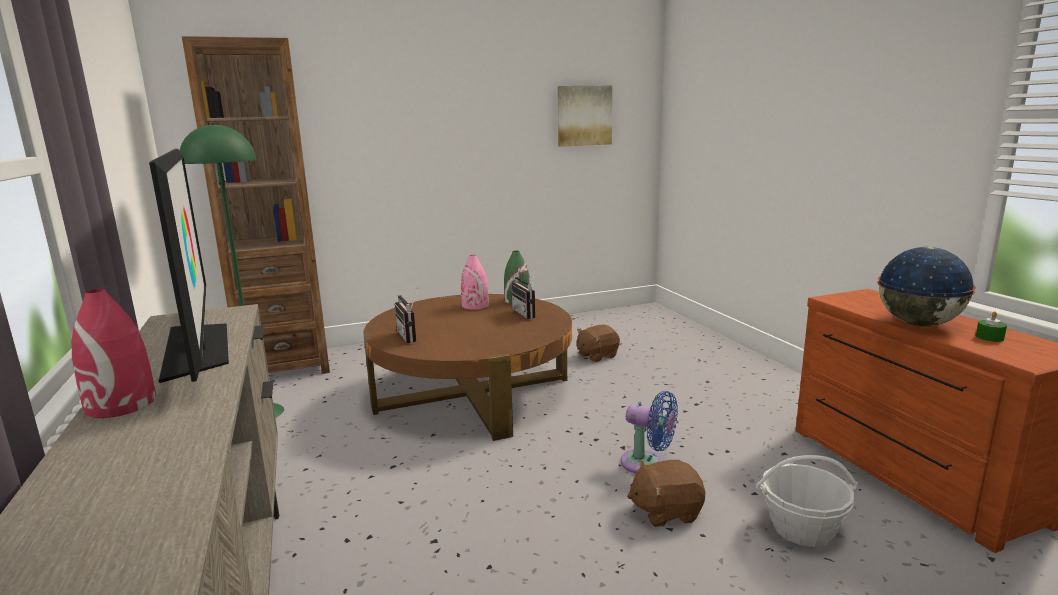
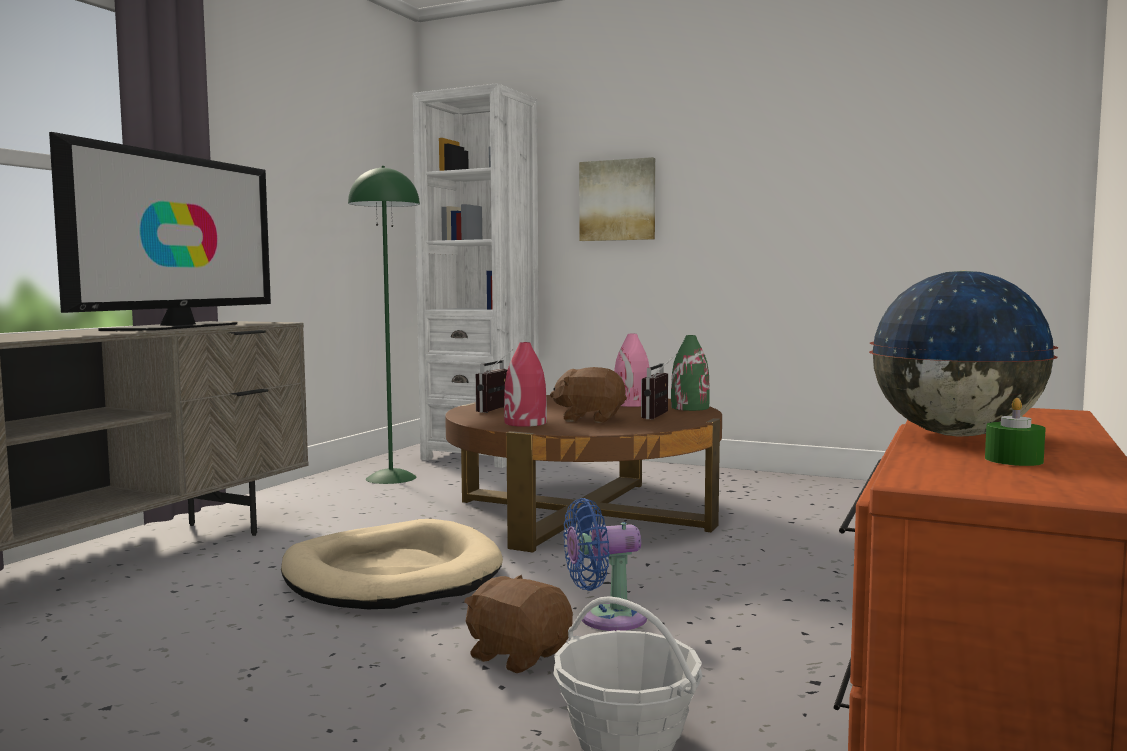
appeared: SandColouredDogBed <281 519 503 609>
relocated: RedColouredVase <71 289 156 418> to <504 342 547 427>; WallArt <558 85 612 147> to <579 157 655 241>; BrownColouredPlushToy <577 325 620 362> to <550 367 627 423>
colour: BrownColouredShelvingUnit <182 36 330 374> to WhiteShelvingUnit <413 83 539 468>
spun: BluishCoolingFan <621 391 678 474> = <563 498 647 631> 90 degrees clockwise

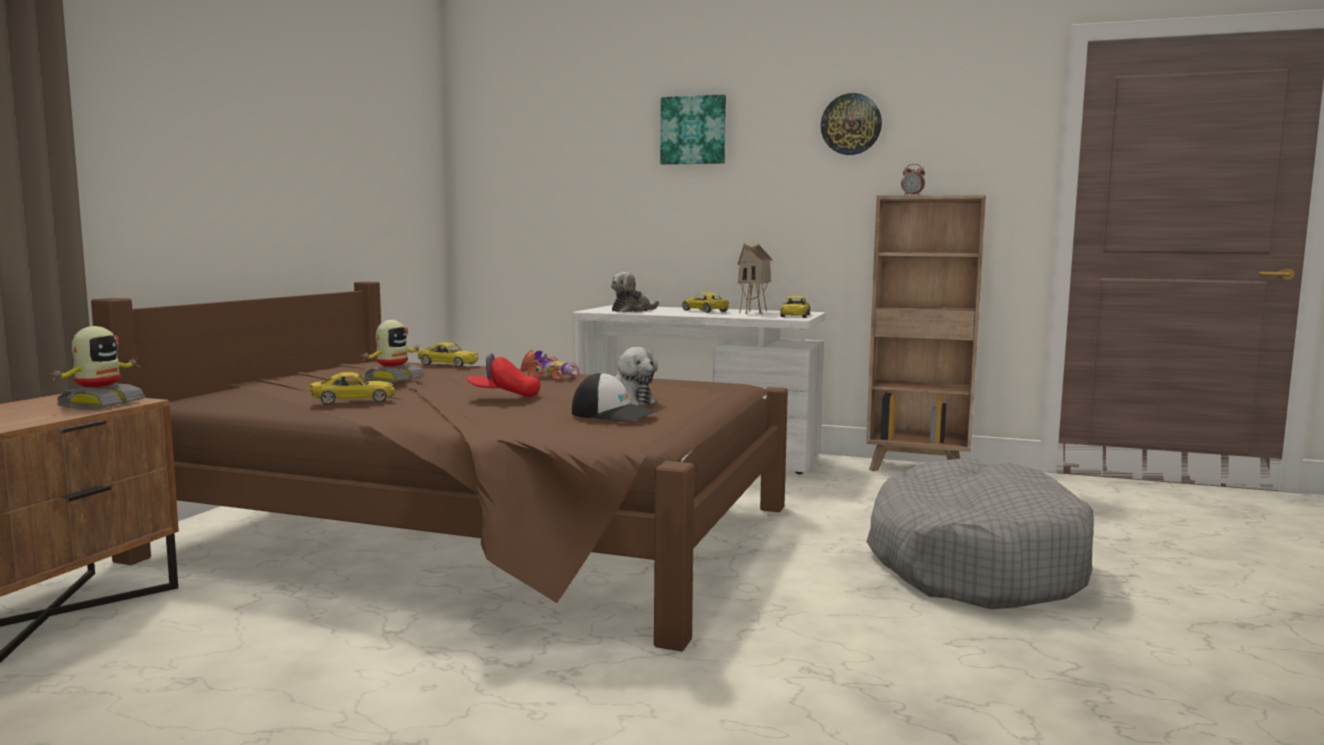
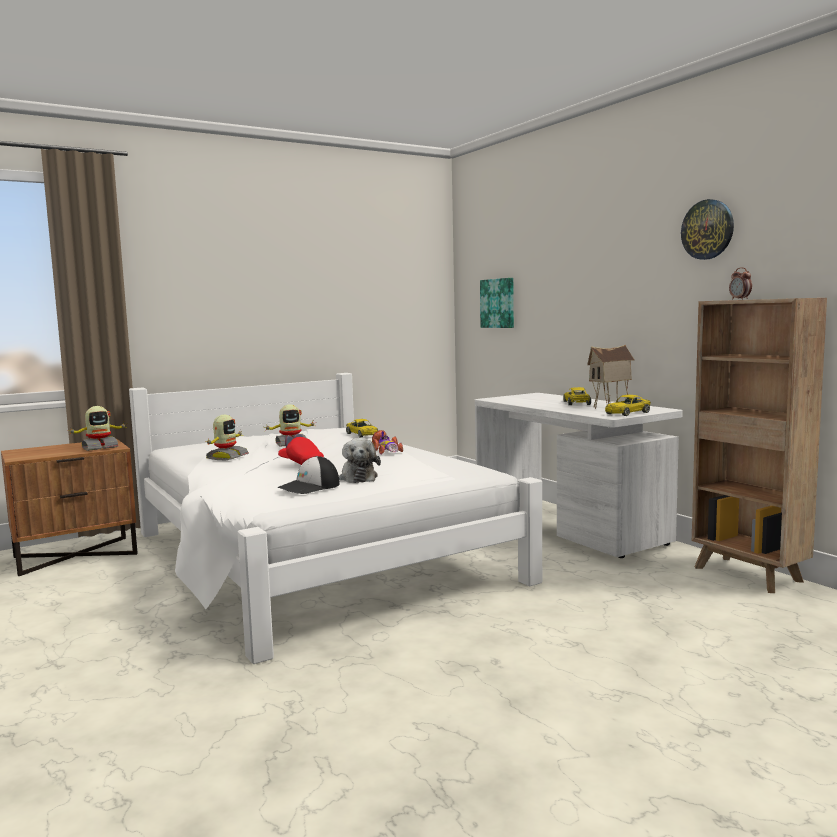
missing: PlushToy <611 272 659 312>; GrayDogBed <866 458 1094 609>
relocated: WallArt <660 94 726 165> to <480 278 514 328>
exchanged: YellowModelCar <310 372 395 405> to RobotFigure <206 414 249 460>
colour: BrownColouredSleepingBed <91 281 788 651> to WhiteSleepingBed <129 373 542 664>
spun: Cap <572 372 657 422> = <277 456 340 494> 75 degrees clockwise

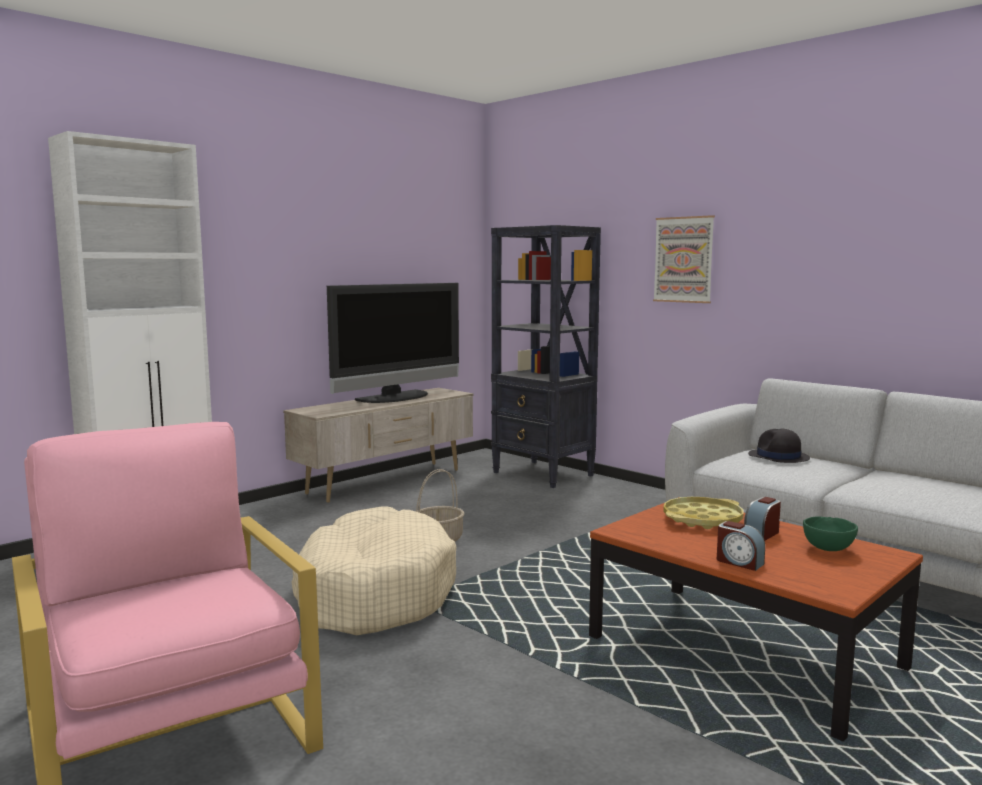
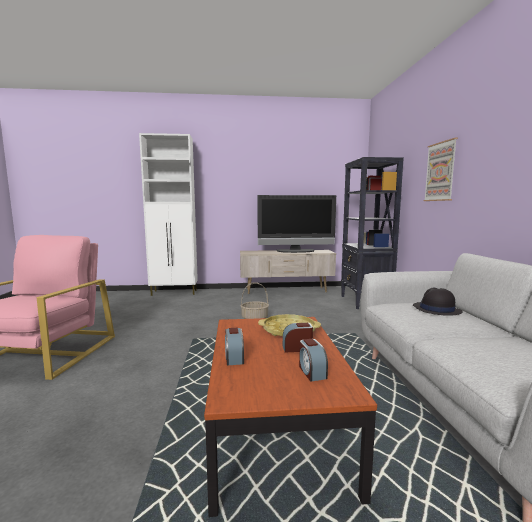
missing: SandColouredDogBed <291 506 456 635>
exchanged: GreenishBowl <803 516 858 551> to BedsideClock <299 339 328 382>

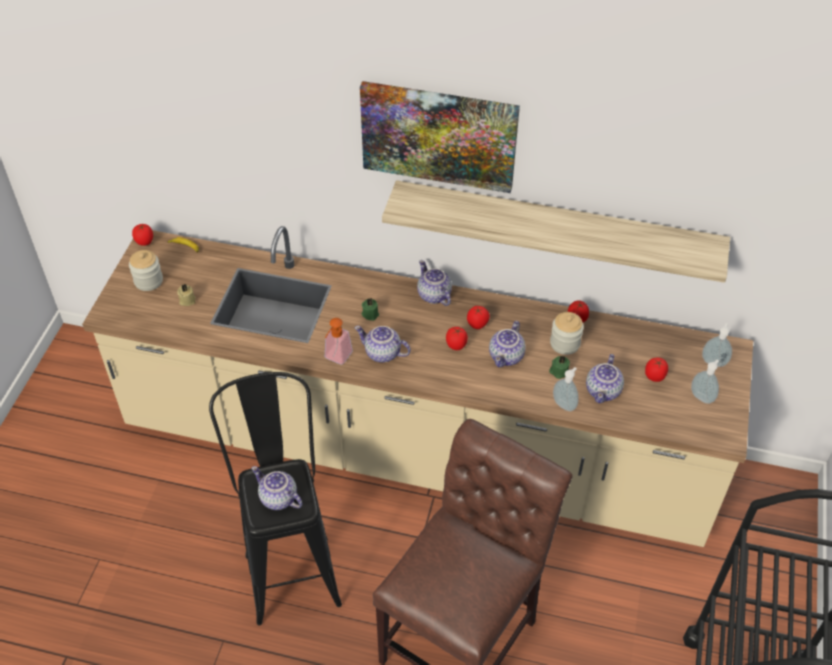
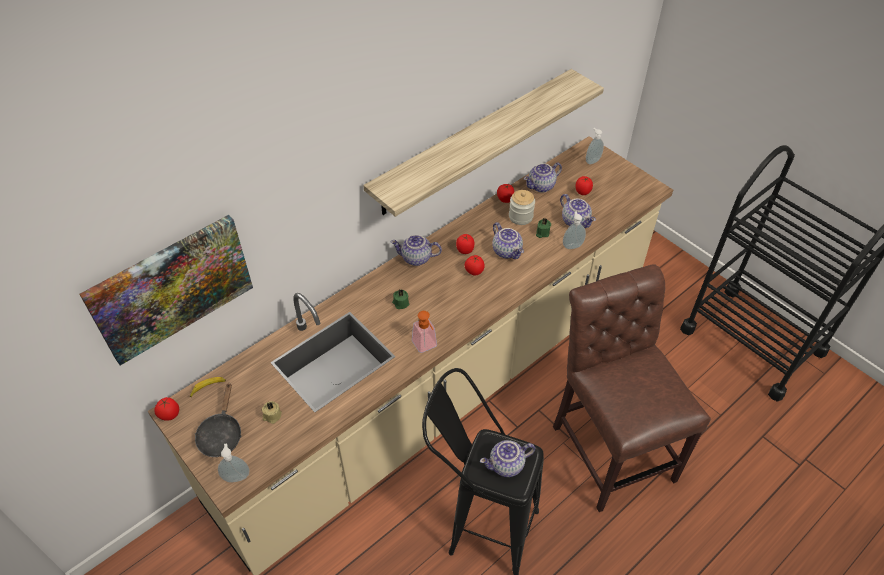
relocated: PotForTea <355 326 411 362> to <524 162 562 192>; WallArt <360 81 520 193> to <79 215 253 366>; LiquidSoapBottle <691 360 719 404> to <218 444 250 482>
exchanged: Jar <129 250 163 291> to BlackColouredSkillet <195 382 241 457>

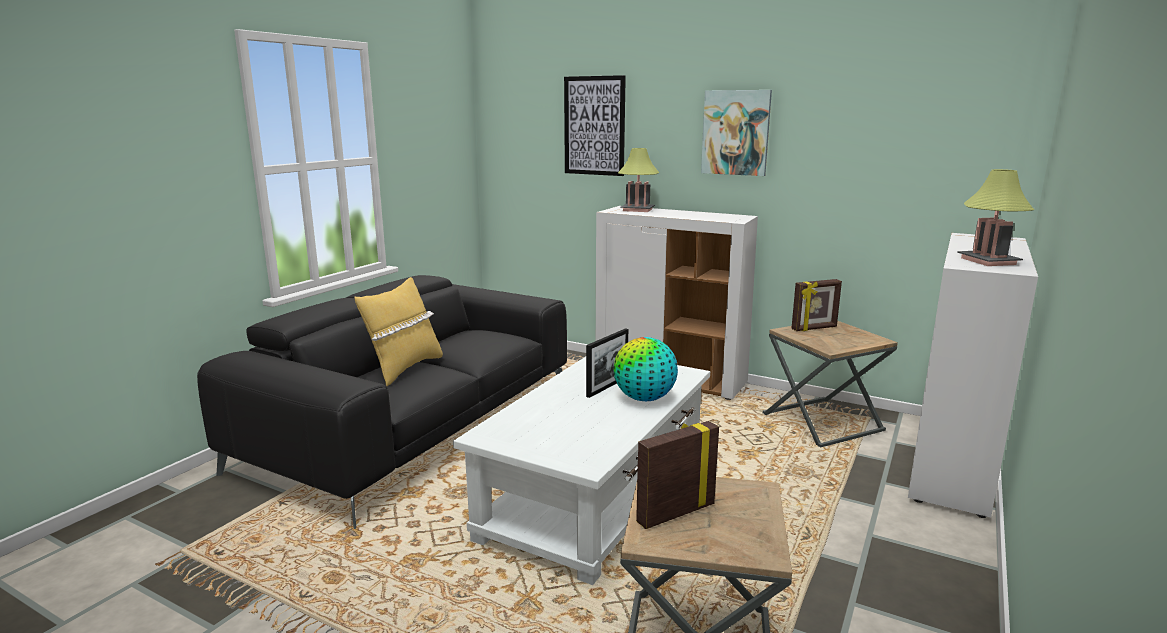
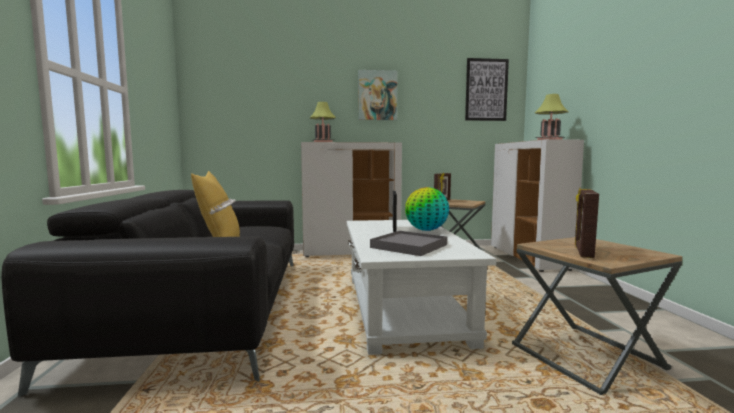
appeared: GrayCarryingTray <370 231 447 256>
relocated: WallArt <564 75 626 176> to <465 58 509 121>

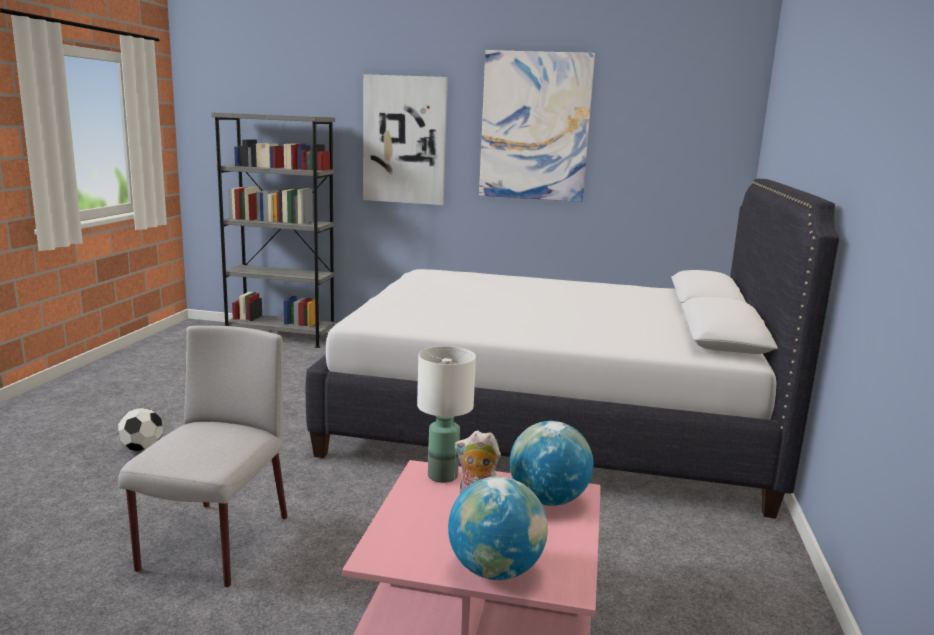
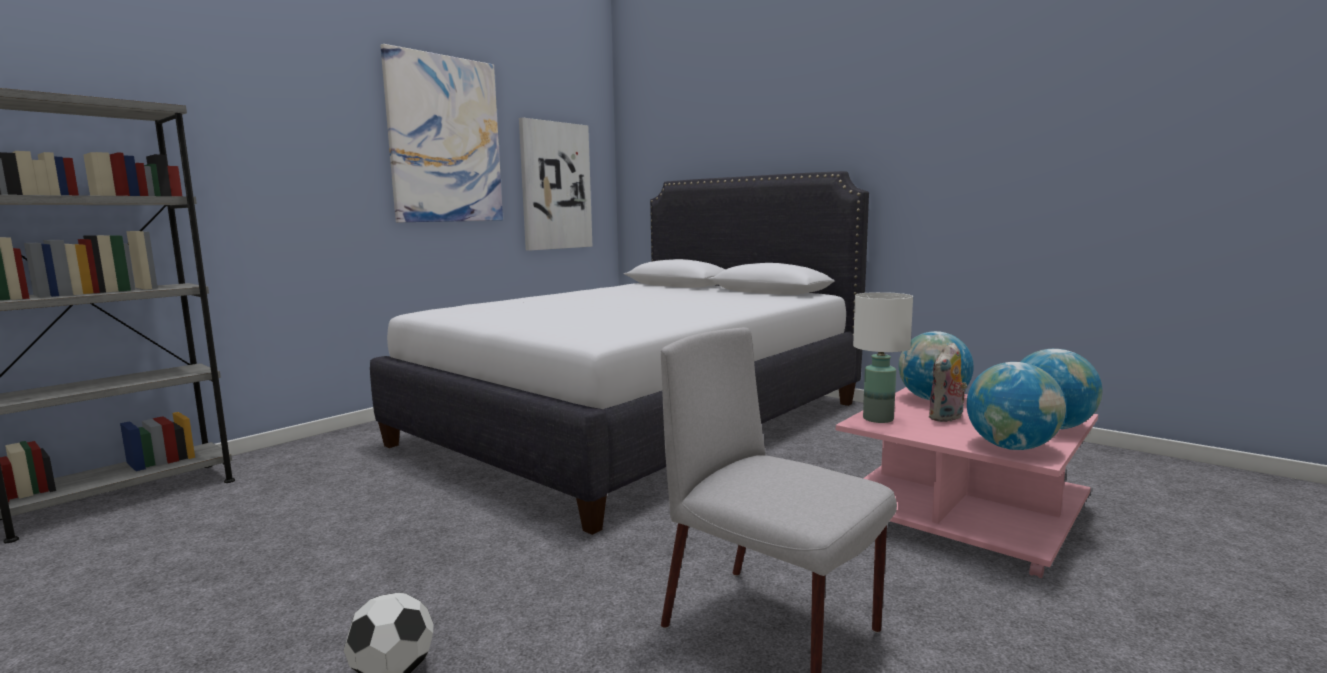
appeared: Globe <967 362 1066 450>
relocated: WallArt <363 74 448 205> to <519 117 592 251>

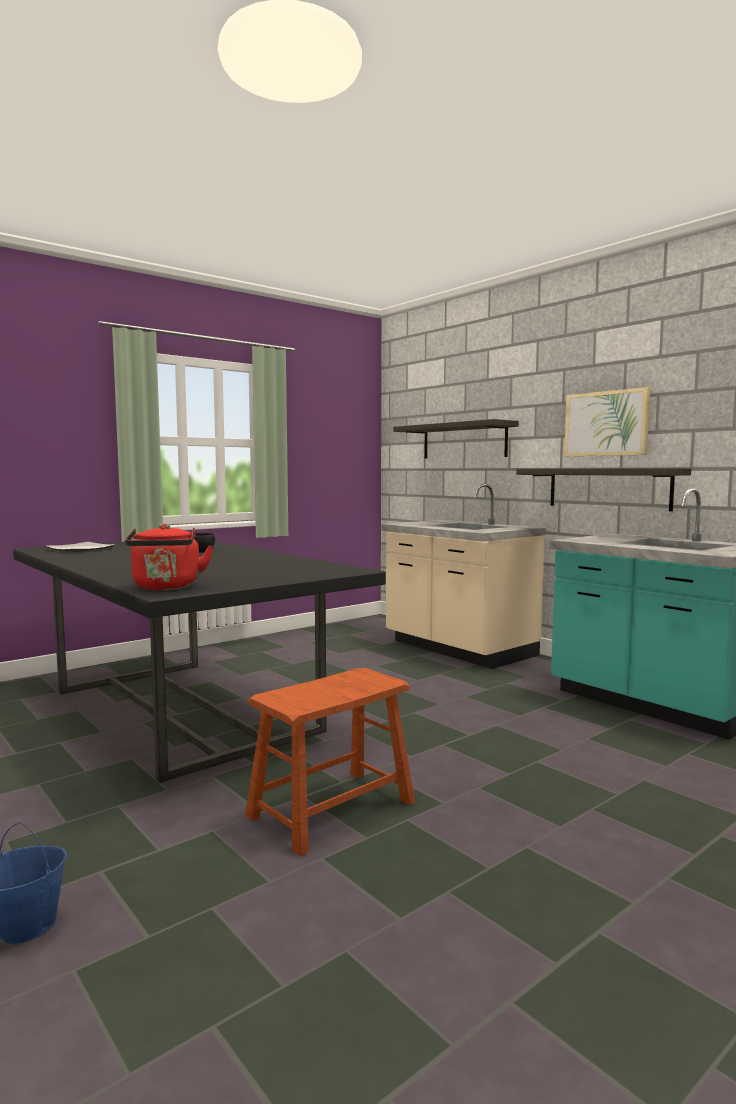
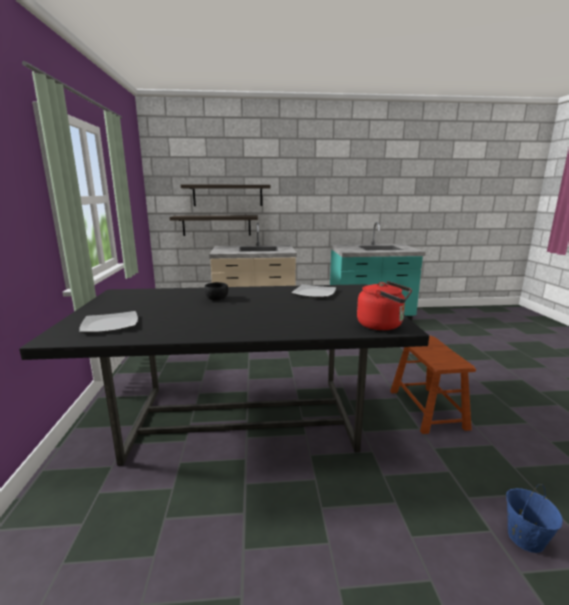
missing: WallArt <564 387 650 456>
appeared: FlatDish <291 284 336 298>
relocated: Shelf <516 468 691 511> to <170 215 258 236>

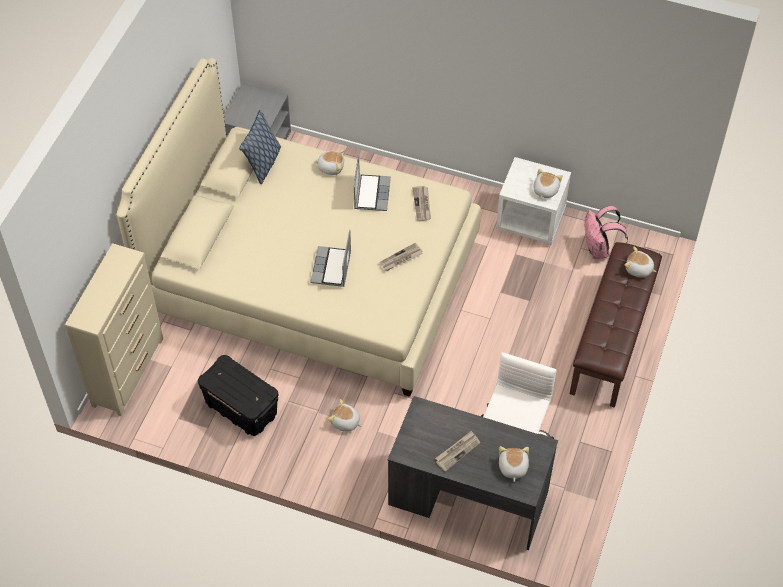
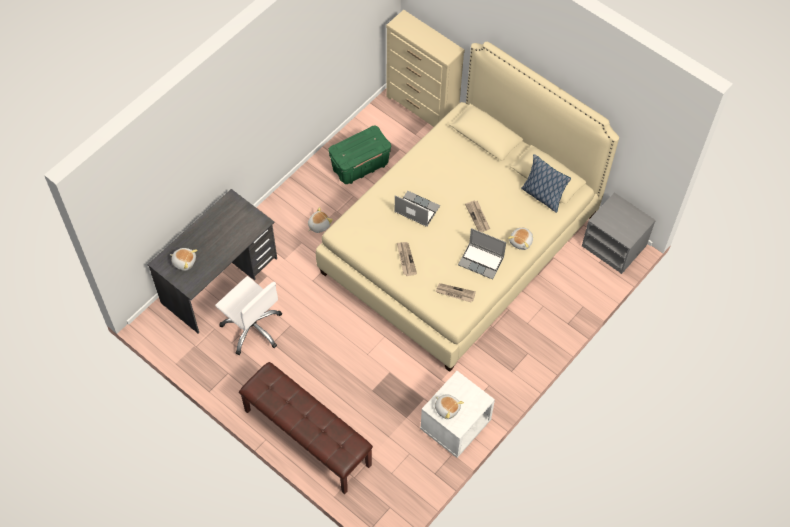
missing: PinkRucksack <584 206 628 259>; PlushToy <625 247 656 277>
relocated: Newspaper <435 431 480 472> to <465 200 490 232>
colour: BlackColouredStorageBin <198 355 278 436> to GreenishStorageBin <328 125 391 184>

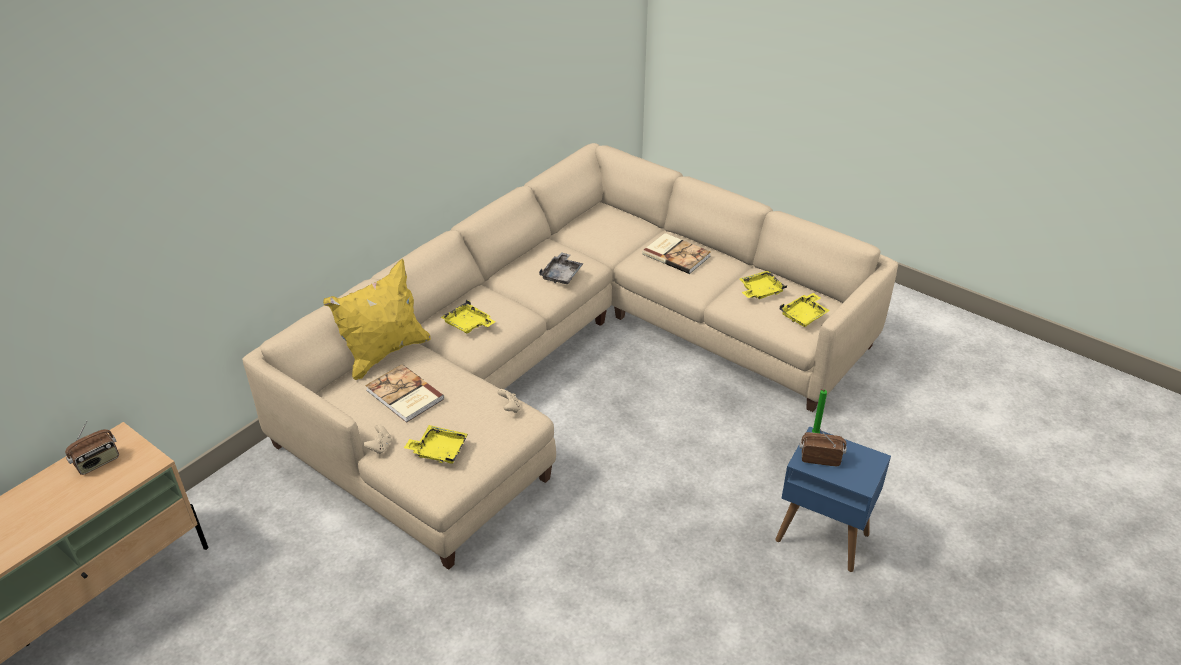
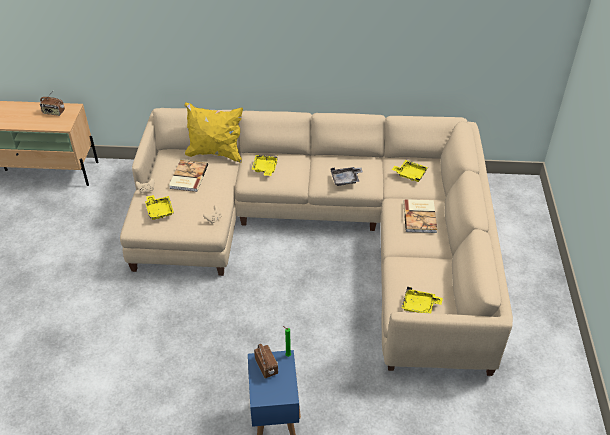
relocated: YellowCarryingTray <739 271 787 299> to <392 160 428 182>

